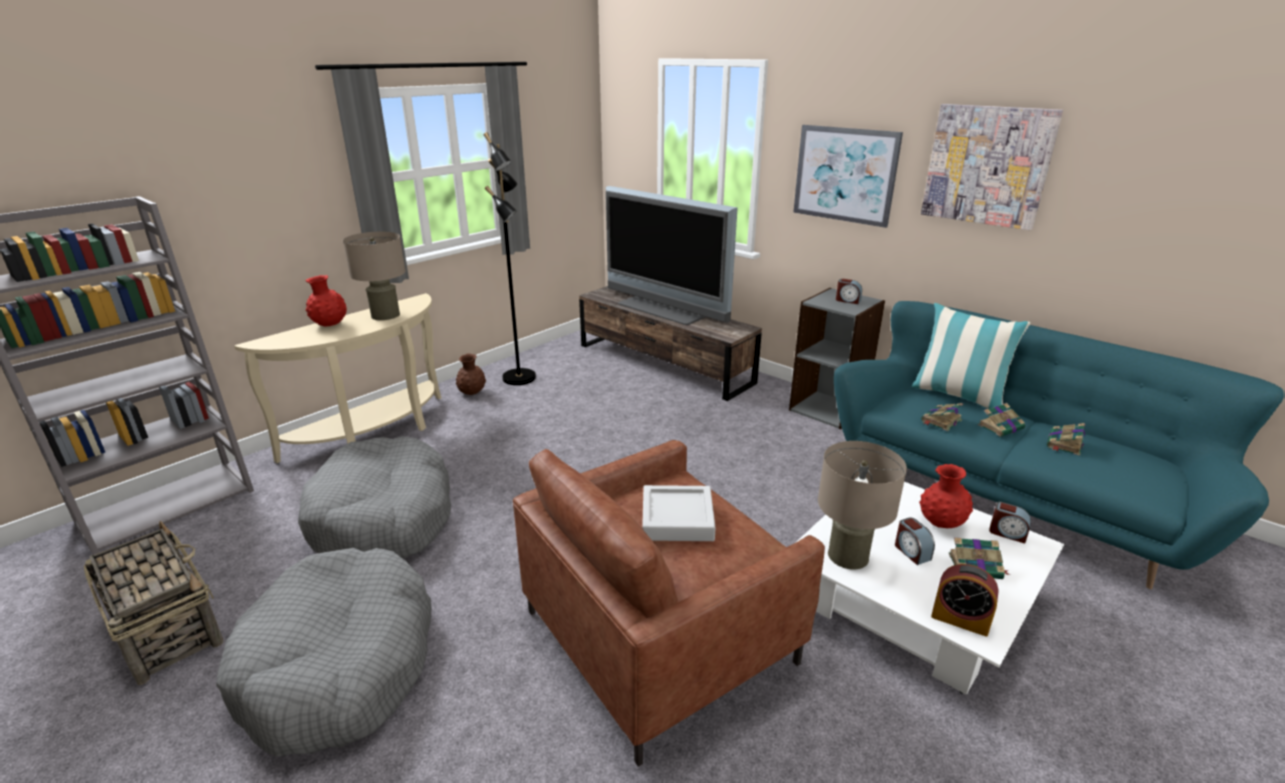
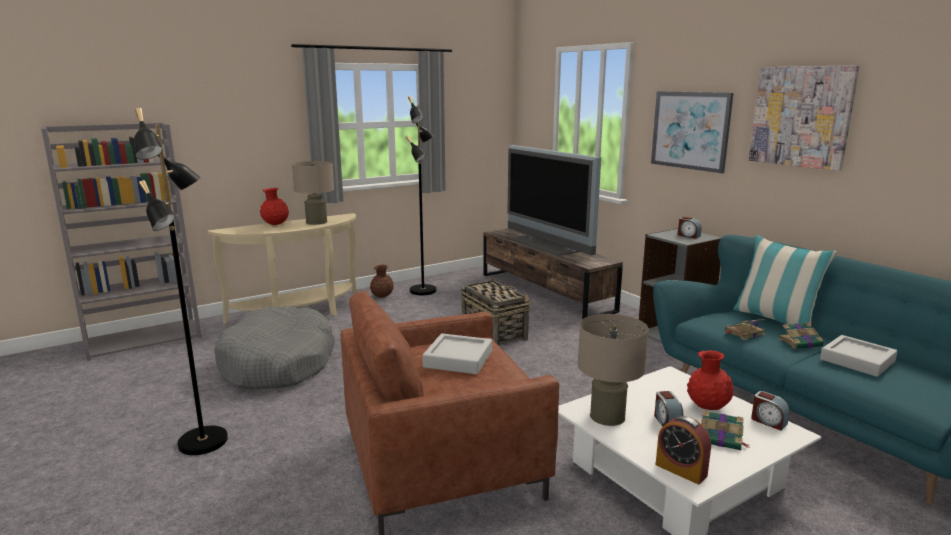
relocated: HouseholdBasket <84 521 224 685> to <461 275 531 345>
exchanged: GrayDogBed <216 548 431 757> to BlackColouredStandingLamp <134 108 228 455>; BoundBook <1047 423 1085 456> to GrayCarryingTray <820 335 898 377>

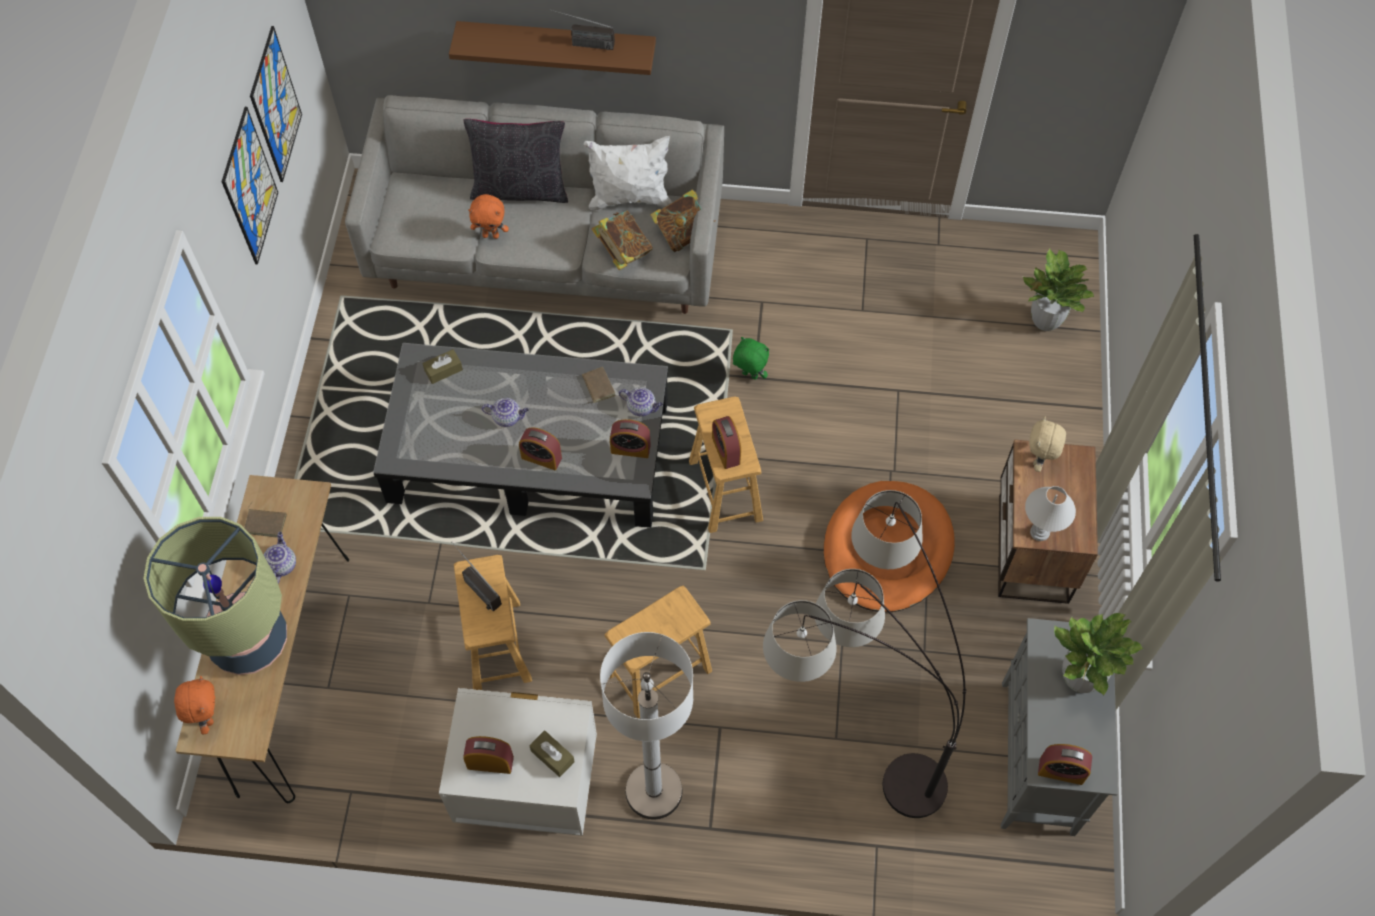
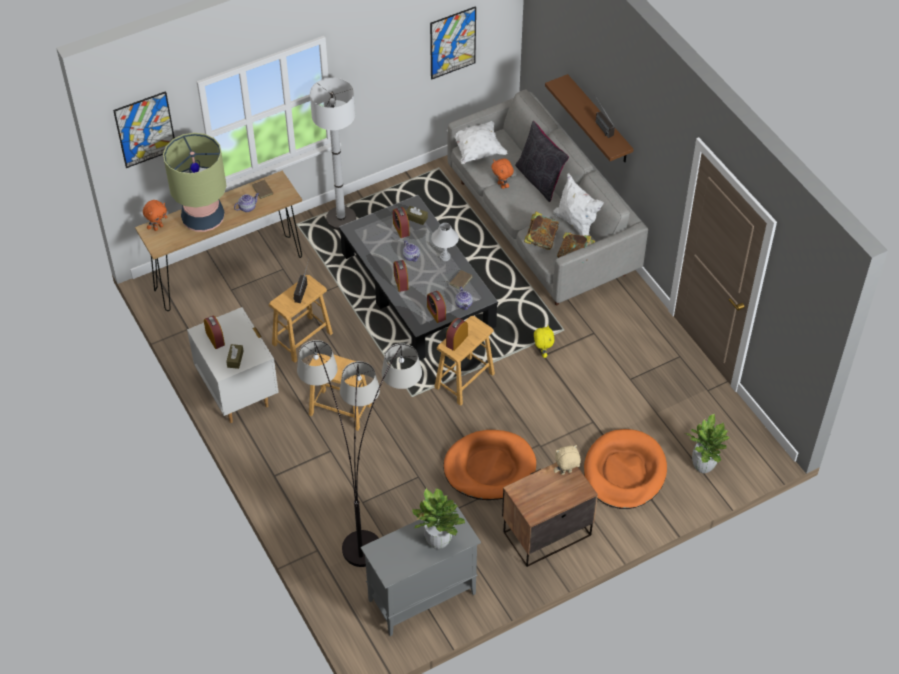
appeared: WhiteThrowPillow <447 121 507 164>; OrangeyDogBed <584 429 667 509>
relocated: WallArt <222 107 278 264> to <113 91 175 168>; WhiteStandingLamp <600 632 693 819> to <310 78 356 230>; WhiteTabletopLamp <1025 486 1076 541> to <431 223 459 261>; BedsideClock <1038 744 1092 785> to <393 207 409 238>
colour: GreenishPlushToy <733 337 769 380> to YellowPlushToy <534 325 555 358>

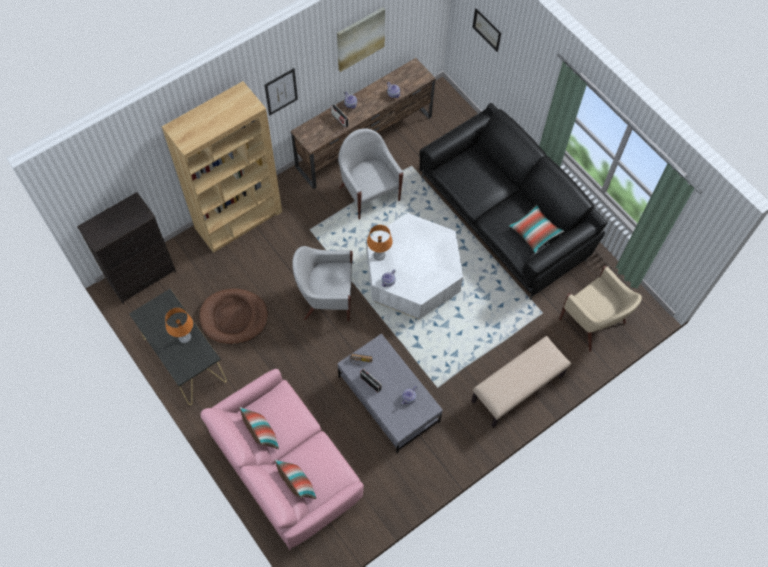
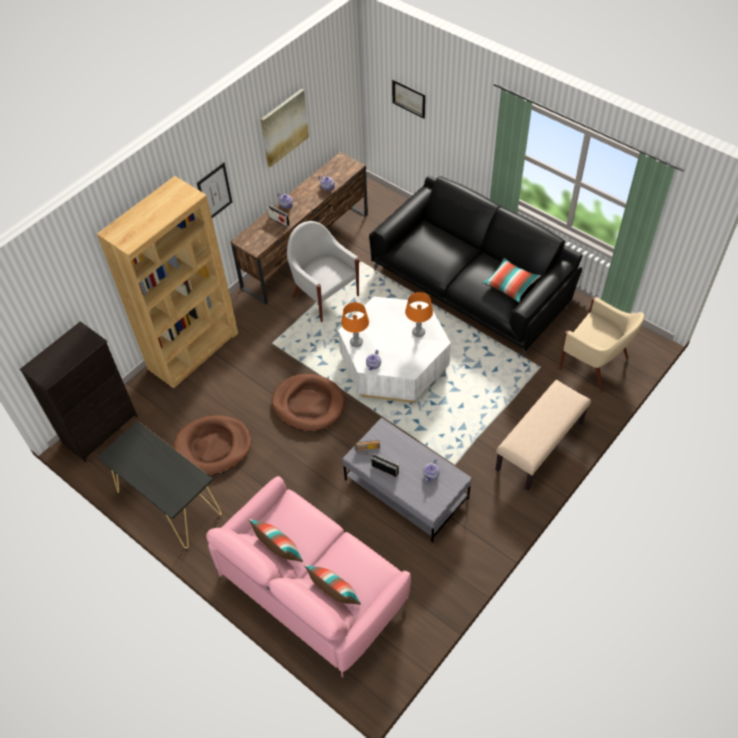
relocated: OrangeyTabletopLamp <165 308 193 343> to <405 292 433 337>
exchanged: WhiteLoungeChair <292 246 353 321> to BrownColouredDogBed <272 374 345 431>

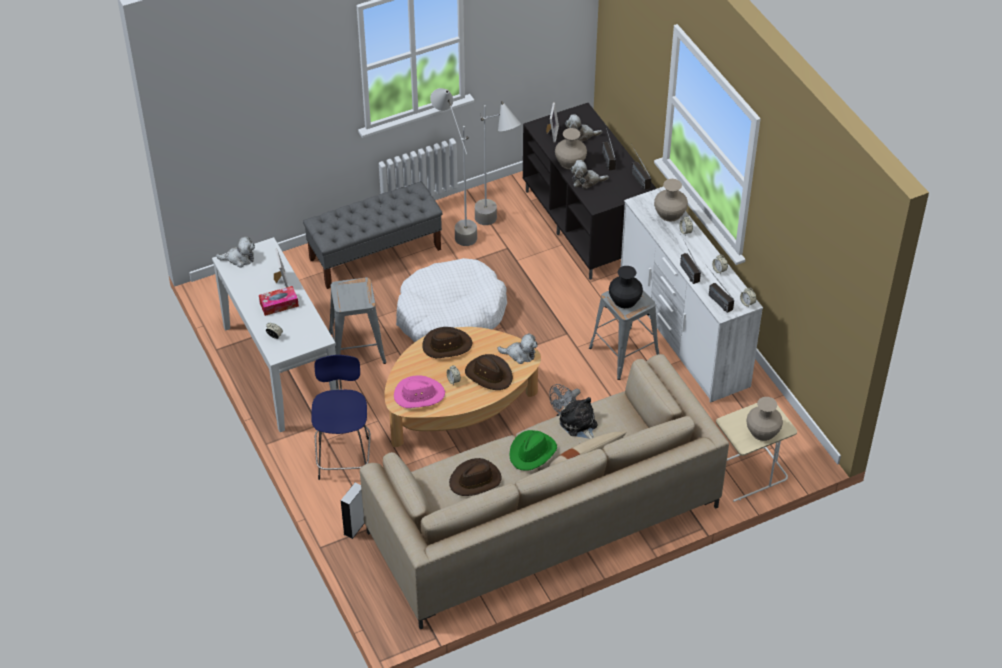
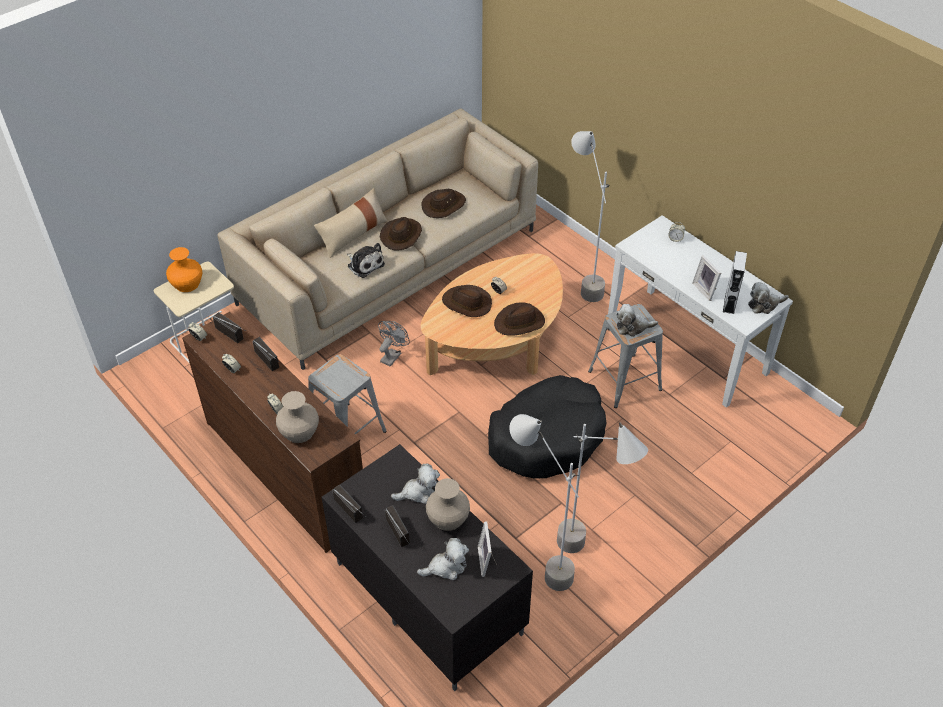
missing: TissueHolder <259 286 299 316>; GrayLongSeat <303 181 443 289>; PinkClothingHat <394 375 445 408>; BlackColouredVase <609 266 643 308>
relocated: GrayLoudspeaker <341 483 365 539> to <723 251 747 314>; PlushToy <497 333 538 364> to <616 304 658 337>
exchanged: BluishSittingStool <311 355 371 480> to GrayStandingLamp <571 131 610 302>
colour: WhiteDogBed <396 258 507 342> to BlackColouredDogBed <488 375 606 479>; GreenishClothingHat <509 430 557 471> to BrownColouredClothingHat <380 217 422 251>; WhiteChestOfDrawers <621 186 763 403> to BrownColouredChestOfDrawers <182 312 363 553>; SandColouredVase <746 397 783 441> to OrangeyVase <166 247 202 292>

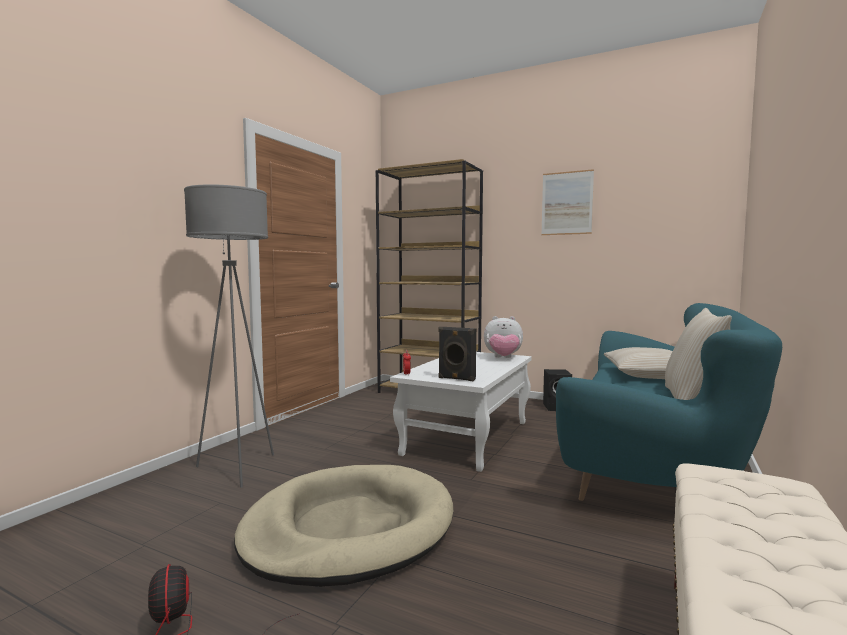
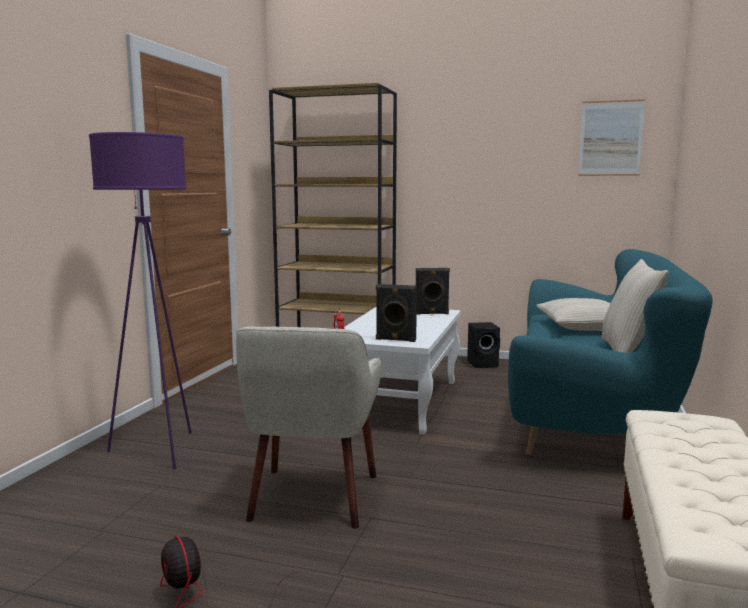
relocated: WallArt <541 169 594 235> to <578 99 645 176>
exchanged: SandColouredDogBed <234 465 453 587> to SandColouredLoungeChair <236 327 381 528>; PlushToy <484 316 523 358> to BlackColouredLoudspeaker <416 268 450 315>
colour: GrayStandingLamp <184 184 274 488> to PurpleColouredStandingLamp <89 132 192 469>

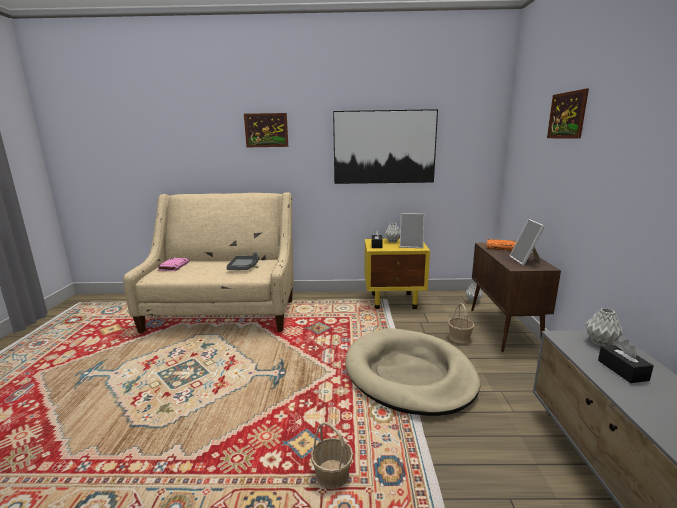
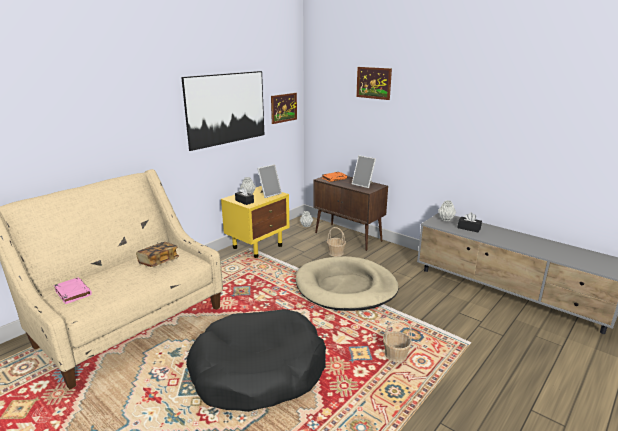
appeared: BlackColouredDogBed <186 309 326 412>
relocated: WallArt <244 113 288 147> to <271 93 297 124>
exchanged: GrayCarryingTray <227 252 259 270> to BoundBook <136 242 179 267>

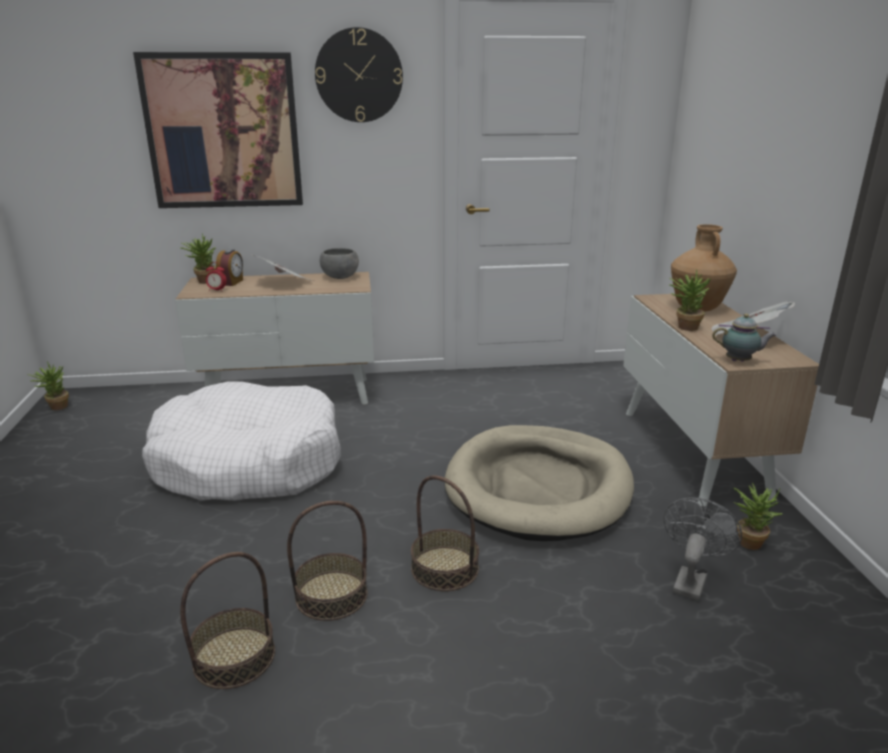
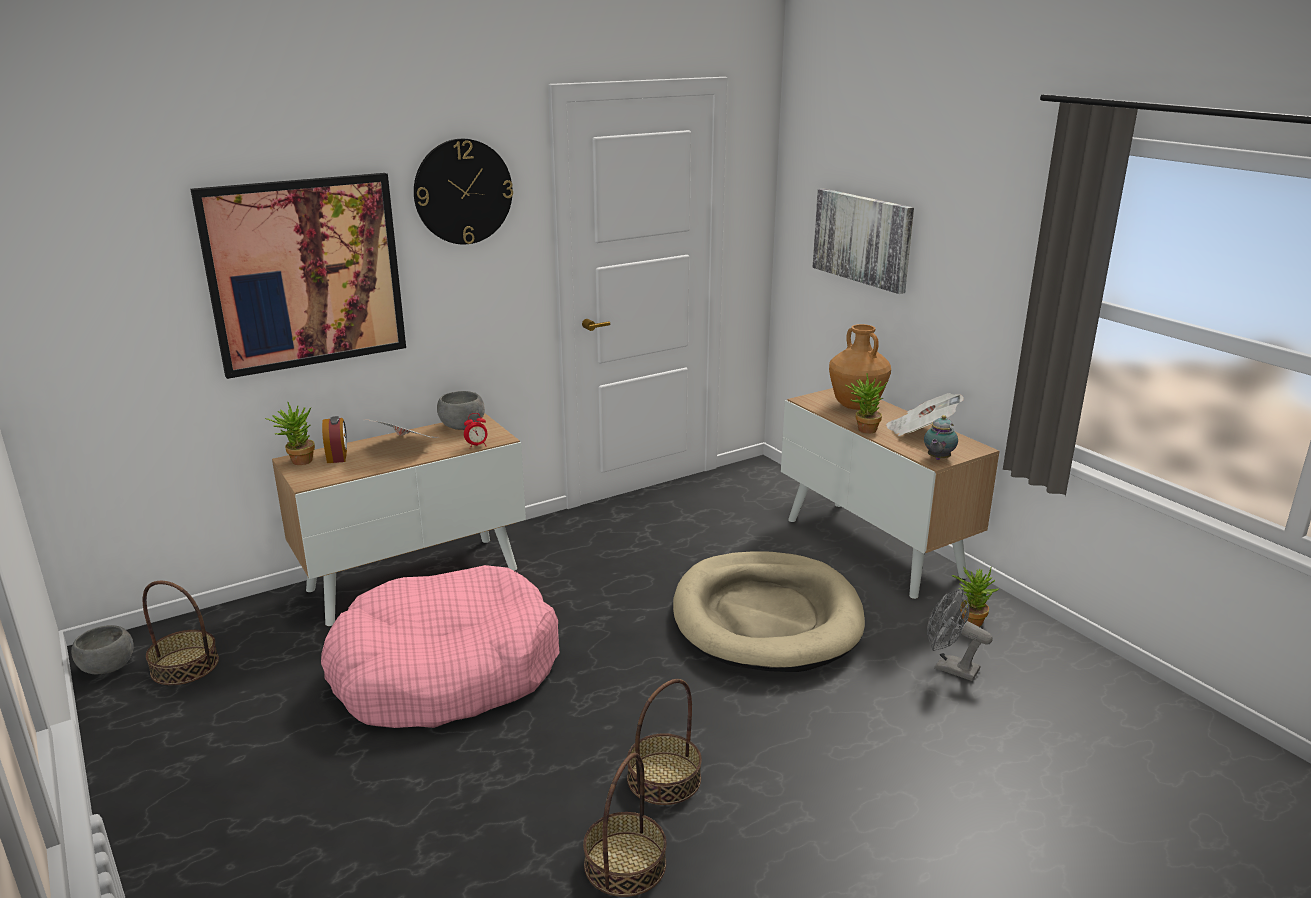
appeared: WallArt <813 188 914 294>
relocated: BedsideClock <206 262 227 292> to <464 413 487 449>; HouseholdBasket <411 476 479 591> to <143 581 219 685>
exchanged: PottedPlant <27 361 69 410> to GrayBowl <71 625 134 674>
colour: WhiteDogBed <142 381 341 501> to PinkDogBed <321 565 560 728>
spun: GrayCoolingFan <663 497 742 601> = <927 589 993 681> 60 degrees counterclockwise; PotForTea <712 313 776 362> = <924 415 958 460> 135 degrees clockwise

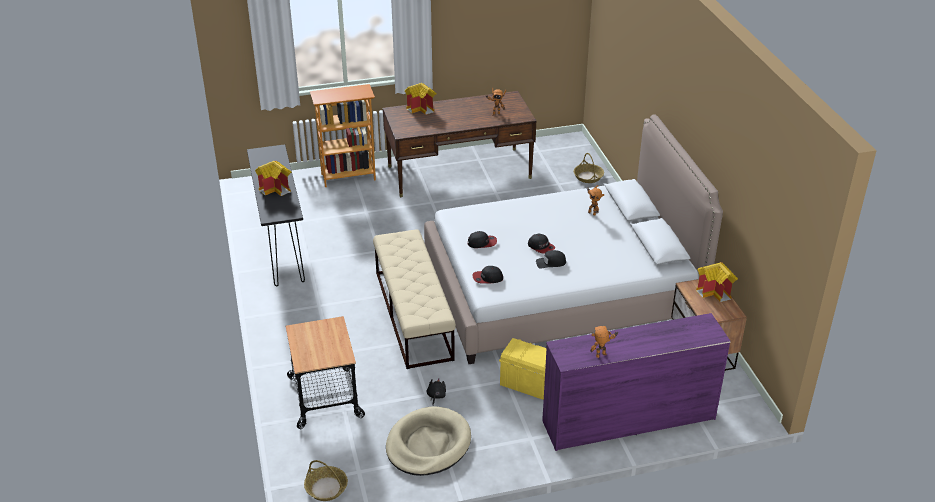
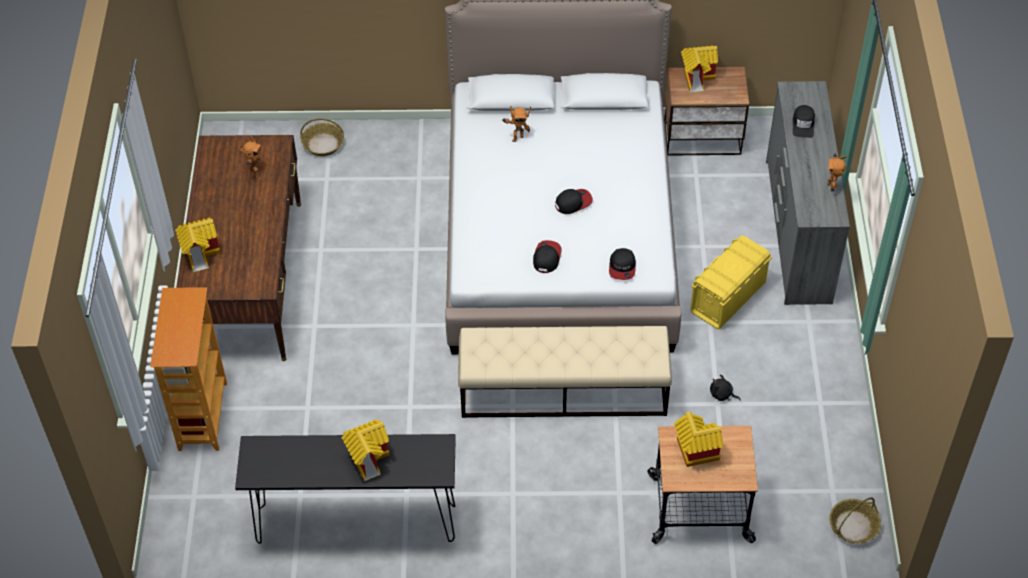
missing: SandColouredDogBed <386 406 471 476>
appeared: ModelHouse <674 412 723 467>
relocated: BlackColouredCap <536 250 566 268> to <793 105 815 138>
colour: PurpleColouredChestOfDrawers <542 313 731 451> to GrayChestOfDrawers <766 81 850 305>

